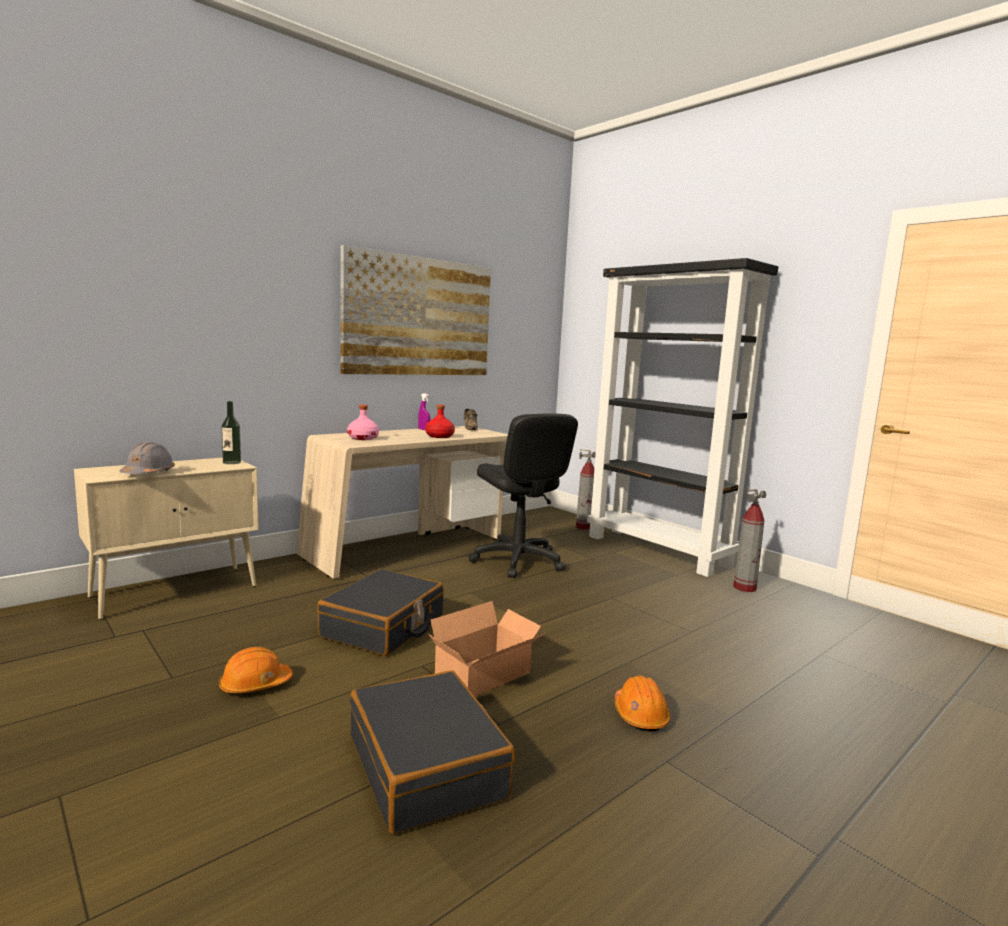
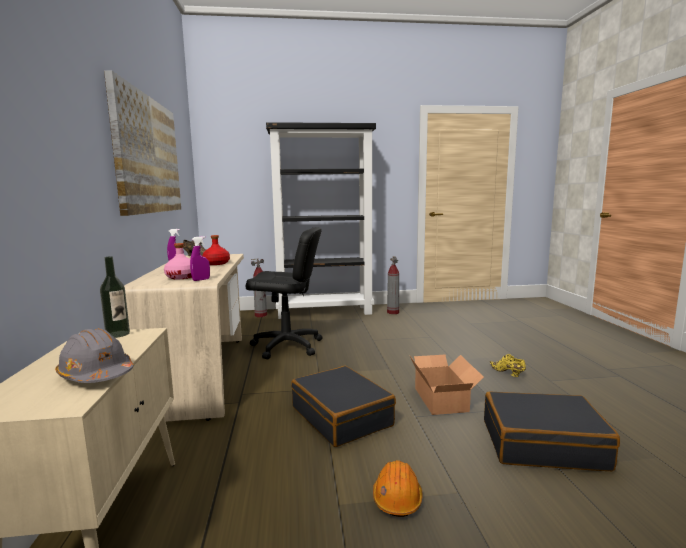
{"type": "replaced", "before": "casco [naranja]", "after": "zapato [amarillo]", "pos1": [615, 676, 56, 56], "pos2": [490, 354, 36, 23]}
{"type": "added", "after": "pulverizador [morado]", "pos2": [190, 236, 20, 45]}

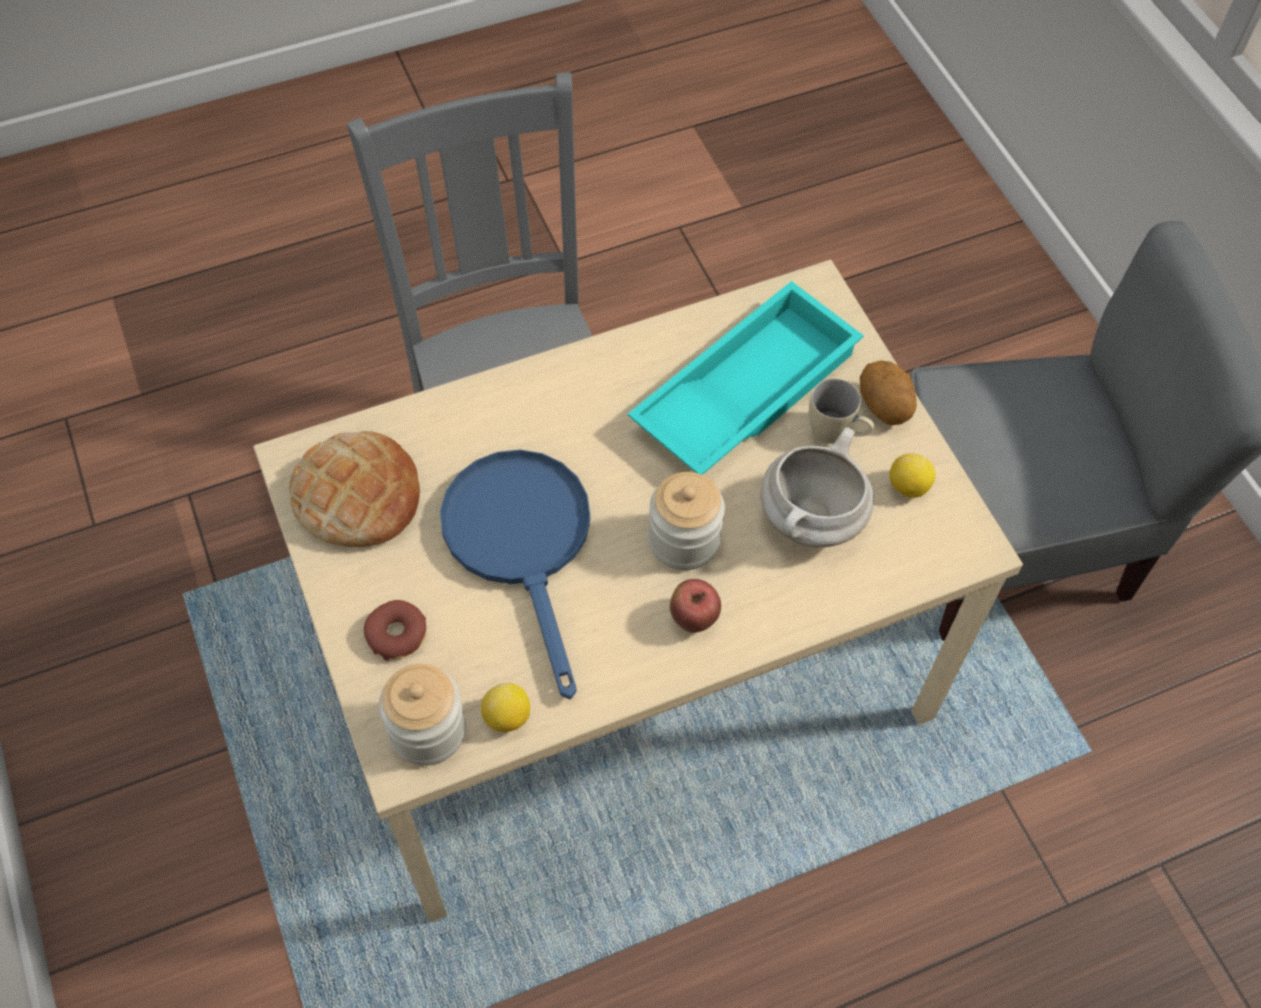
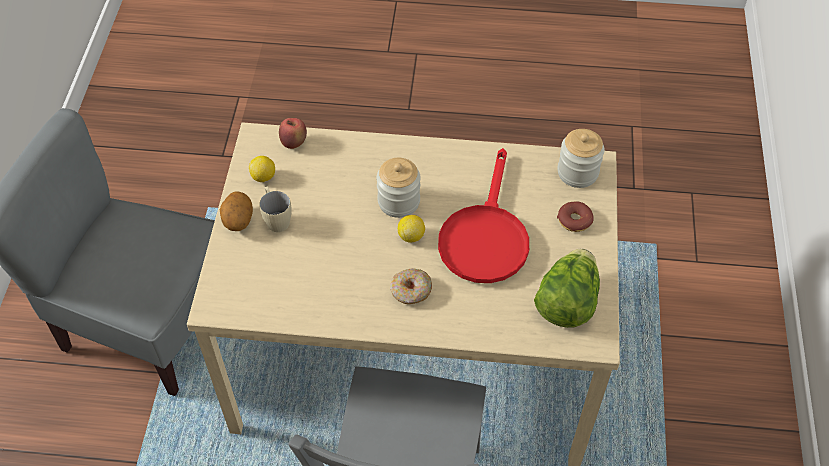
{"type": "removed", "before": "bandeja [turquesa]", "pos1": [628, 281, 236, 194]}
{"type": "removed", "before": "olla [blanco]", "pos1": [761, 427, 113, 120]}
{"type": "replaced", "before": "pan", "after": "lechuga", "pos1": [289, 431, 131, 116], "pos2": [534, 249, 66, 79]}
{"type": "recoloured", "before": "sartén [azul]", "after": "sartén [rojo]", "pos1": [440, 450, 150, 250], "pos2": [438, 148, 91, 135]}
{"type": "moved", "before": "manzana", "pos1": [670, 579, 51, 54], "pos2": [279, 118, 28, 31]}
{"type": "moved", "before": "limón", "pos1": [481, 683, 49, 49], "pos2": [398, 215, 27, 28]}
{"type": "added", "after": "rosquilla", "pos2": [390, 268, 42, 36]}

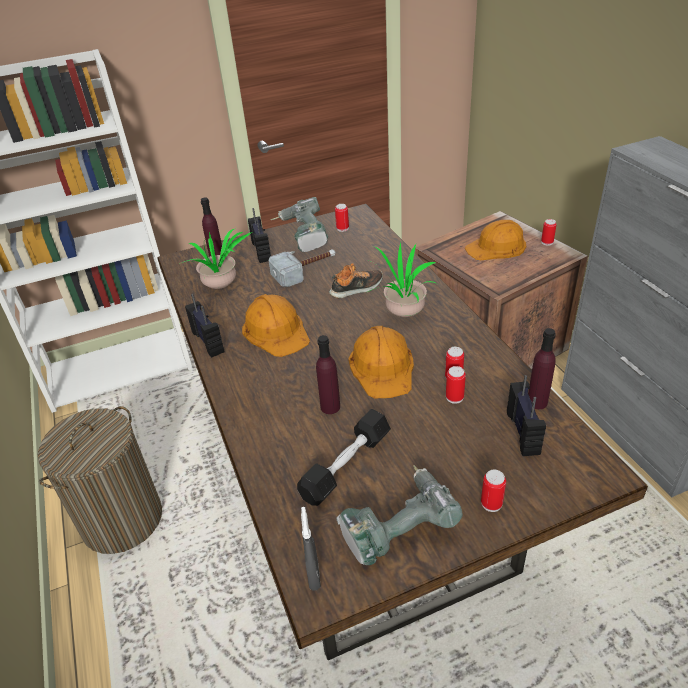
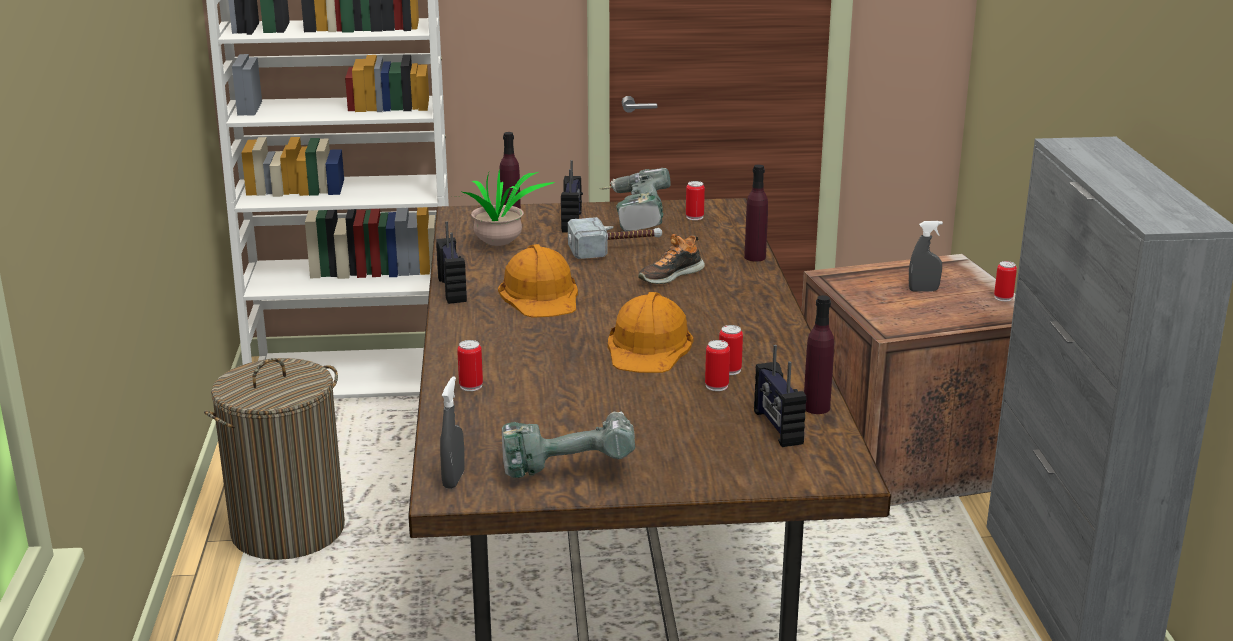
{"type": "replaced", "before": "casco [naranja]", "after": "pulverizador [gris]", "pos1": [465, 220, 61, 40], "pos2": [909, 221, 34, 71]}
{"type": "removed", "before": "planta en maceta", "pos1": [365, 242, 72, 75]}
{"type": "turned", "before": "zapato", "pos1": [329, 263, 54, 36], "pos2": [638, 234, 67, 50], "turn": 150}
{"type": "moved", "before": "botella [morado]", "pos1": [316, 335, 24, 79], "pos2": [744, 165, 24, 97]}
{"type": "turned", "before": "radio", "pos1": [507, 375, 39, 81], "pos2": [754, 345, 53, 102], "turn": 150}
{"type": "removed", "before": "mancuerna [negro]", "pos1": [297, 409, 94, 97]}
{"type": "moved", "before": "lata", "pos1": [481, 470, 25, 42], "pos2": [457, 340, 26, 51]}

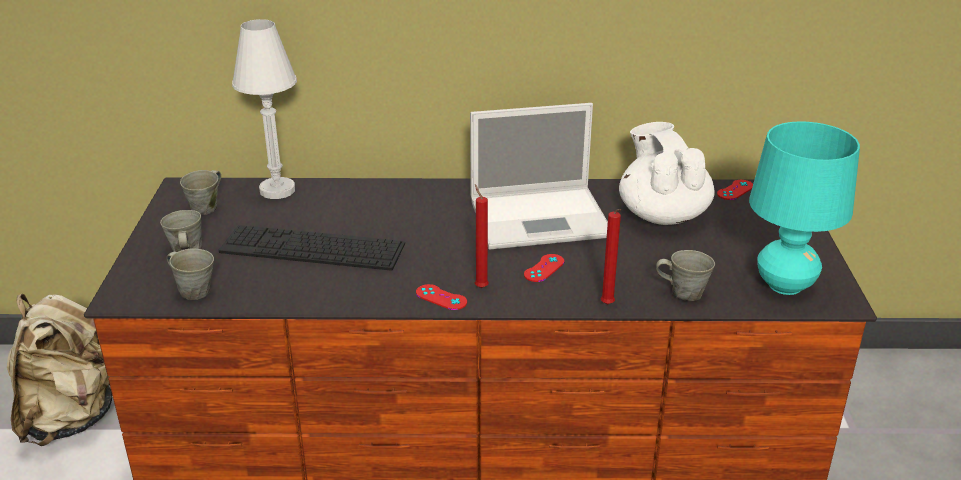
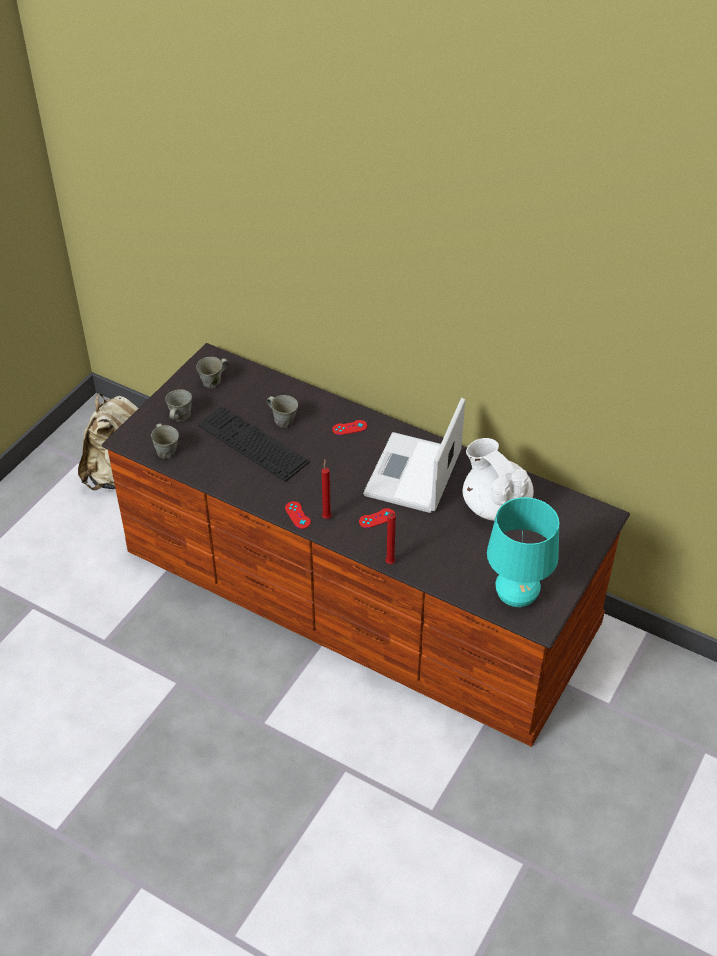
{"type": "removed", "before": "lámpara de mesa [blanco]", "pos1": [232, 19, 65, 180]}
{"type": "turned", "before": "portátil", "pos1": [470, 103, 138, 147], "pos2": [363, 398, 102, 115], "turn": 90}
{"type": "turned", "before": "tetera [blanco]", "pos1": [619, 122, 96, 103], "pos2": [463, 438, 71, 83], "turn": -45}
{"type": "moved", "before": "mando de consola [rojo]", "pos1": [717, 180, 36, 20], "pos2": [332, 420, 36, 15]}
{"type": "moved", "before": "taza grande [gris]", "pos1": [656, 250, 59, 51], "pos2": [267, 395, 31, 33]}

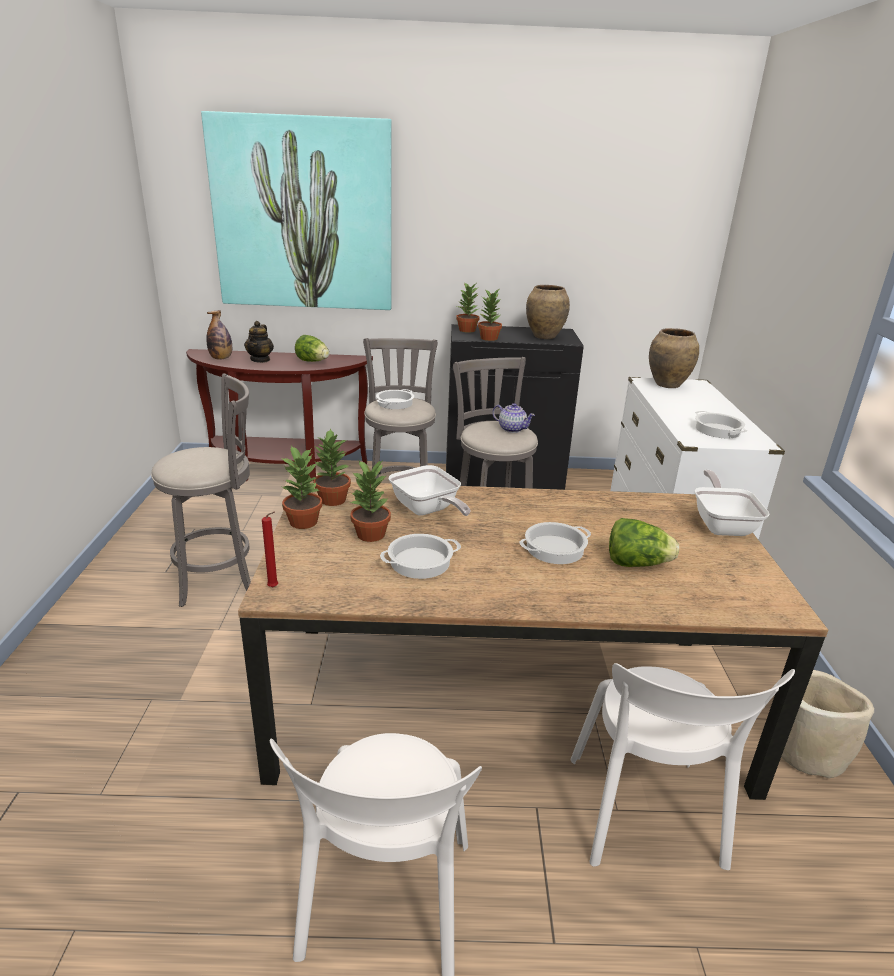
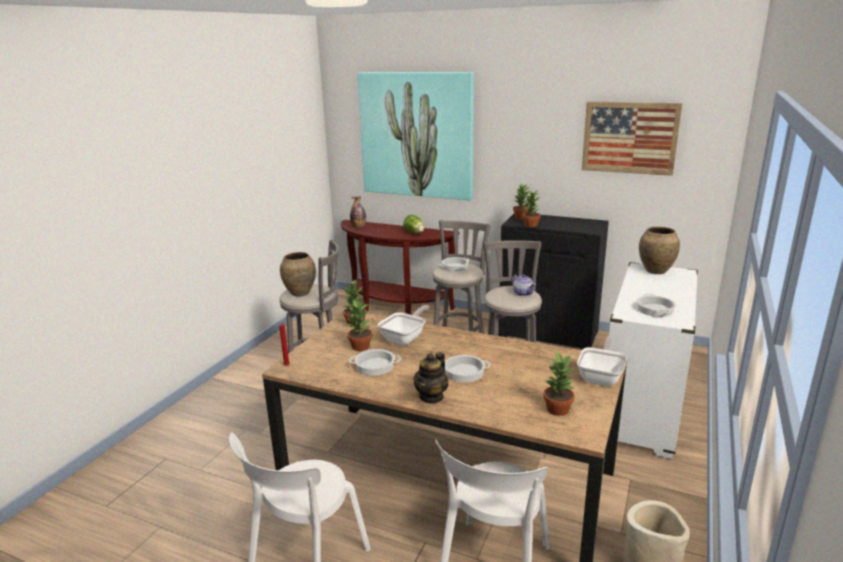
{"type": "moved", "before": "florero [marrón]", "pos1": [526, 285, 44, 54], "pos2": [280, 252, 36, 45]}
{"type": "moved", "before": "tetera", "pos1": [244, 321, 30, 42], "pos2": [413, 352, 36, 52]}
{"type": "moved", "before": "planta en maceta", "pos1": [281, 446, 41, 83], "pos2": [543, 351, 32, 65]}
{"type": "turned", "before": "sartén", "pos1": [389, 465, 82, 51], "pos2": [378, 305, 52, 41], "turn": -135}
{"type": "removed", "before": "lechuga", "pos1": [609, 518, 70, 49]}
{"type": "added", "after": "cuadro", "pos2": [582, 101, 101, 75]}

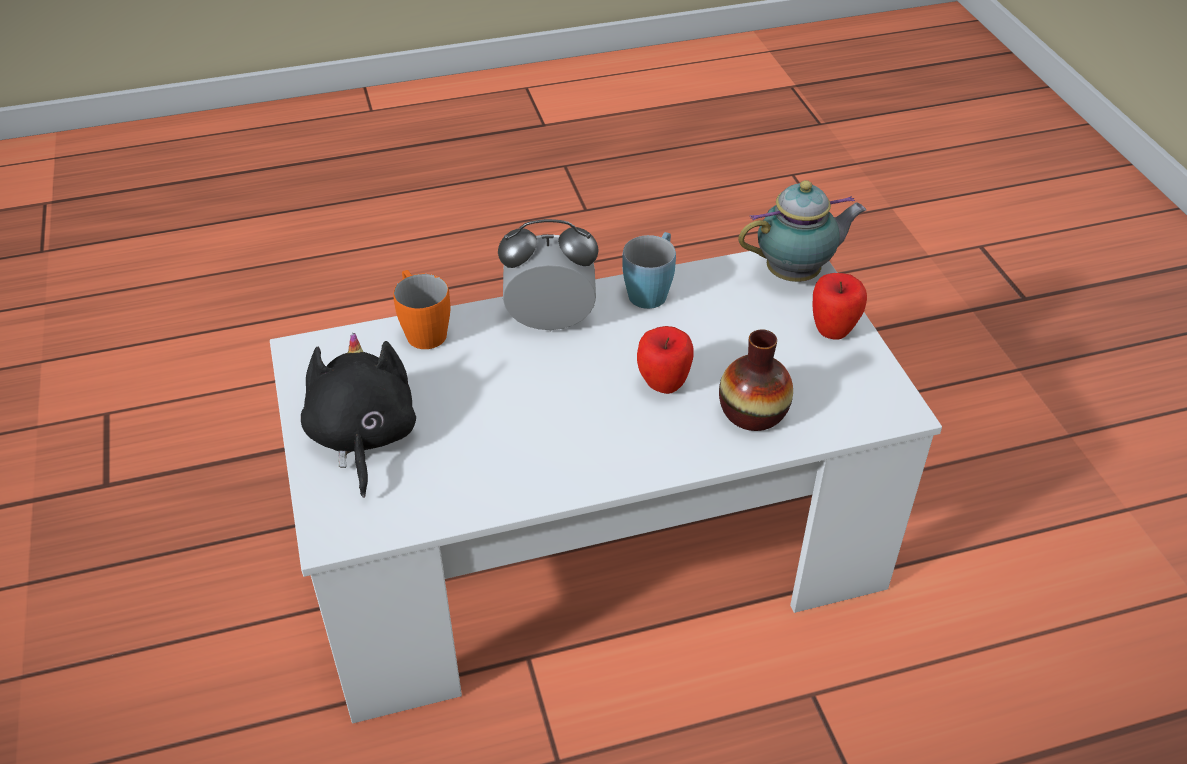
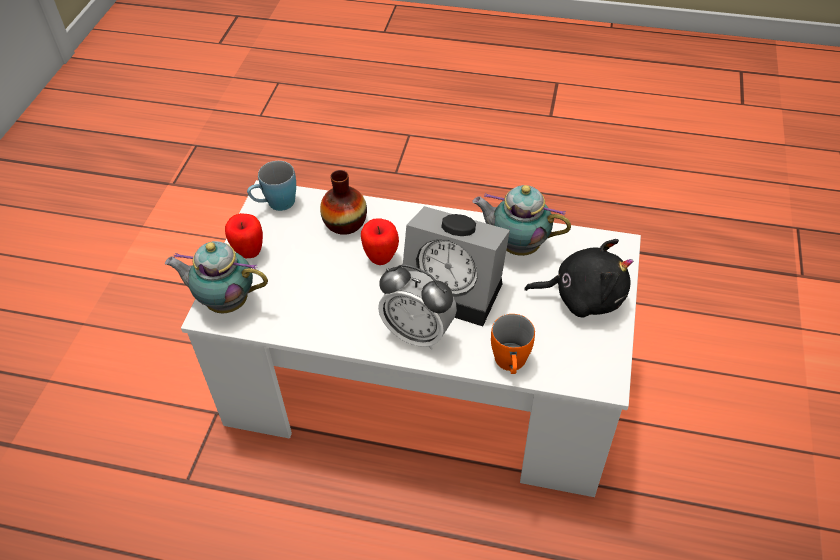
{"type": "moved", "before": "taza grande [azul]", "pos1": [622, 232, 54, 77], "pos2": [247, 161, 49, 50]}
{"type": "turned", "before": "peluche [negro]", "pos1": [301, 333, 115, 165], "pos2": [524, 239, 109, 79], "turn": -105}
{"type": "added", "after": "tetera", "pos2": [472, 185, 99, 71]}
{"type": "added", "after": "despertador", "pos2": [403, 206, 107, 120]}

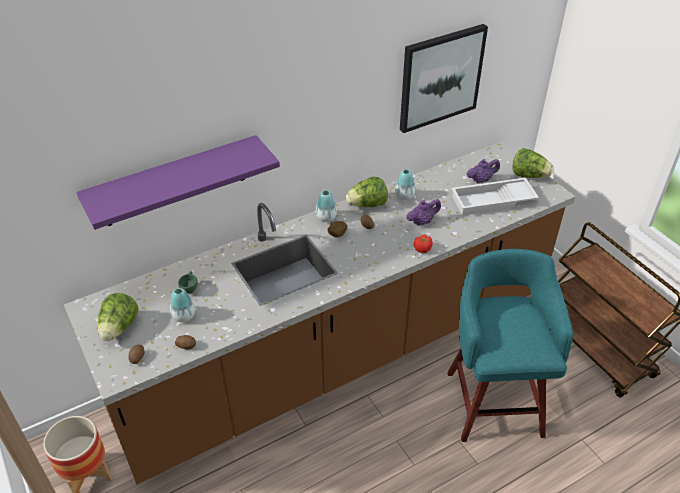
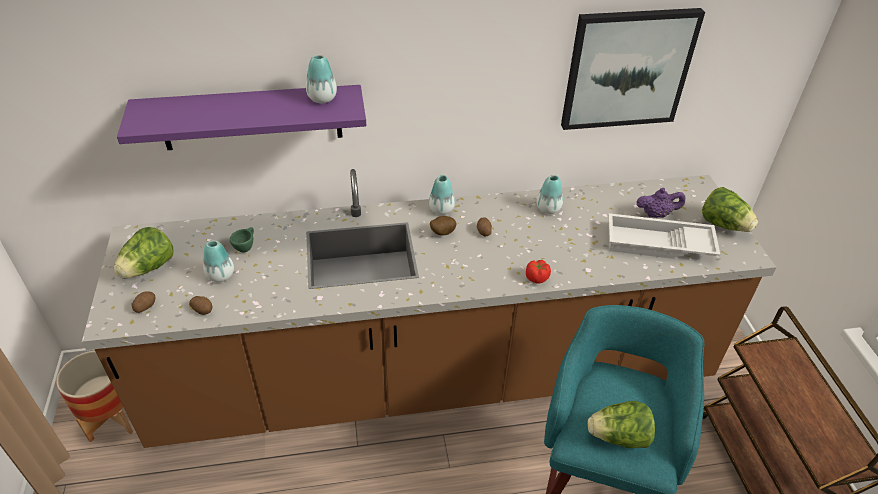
{"type": "moved", "before": "lechuga", "pos1": [346, 177, 42, 30], "pos2": [588, 401, 67, 47]}
{"type": "removed", "before": "tetera [morado]", "pos1": [406, 199, 35, 27]}
{"type": "added", "after": "florero", "pos2": [306, 55, 31, 48]}

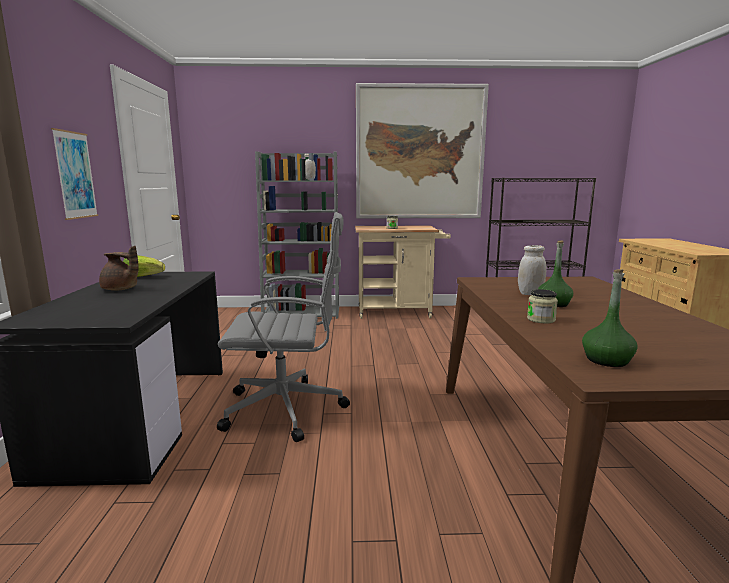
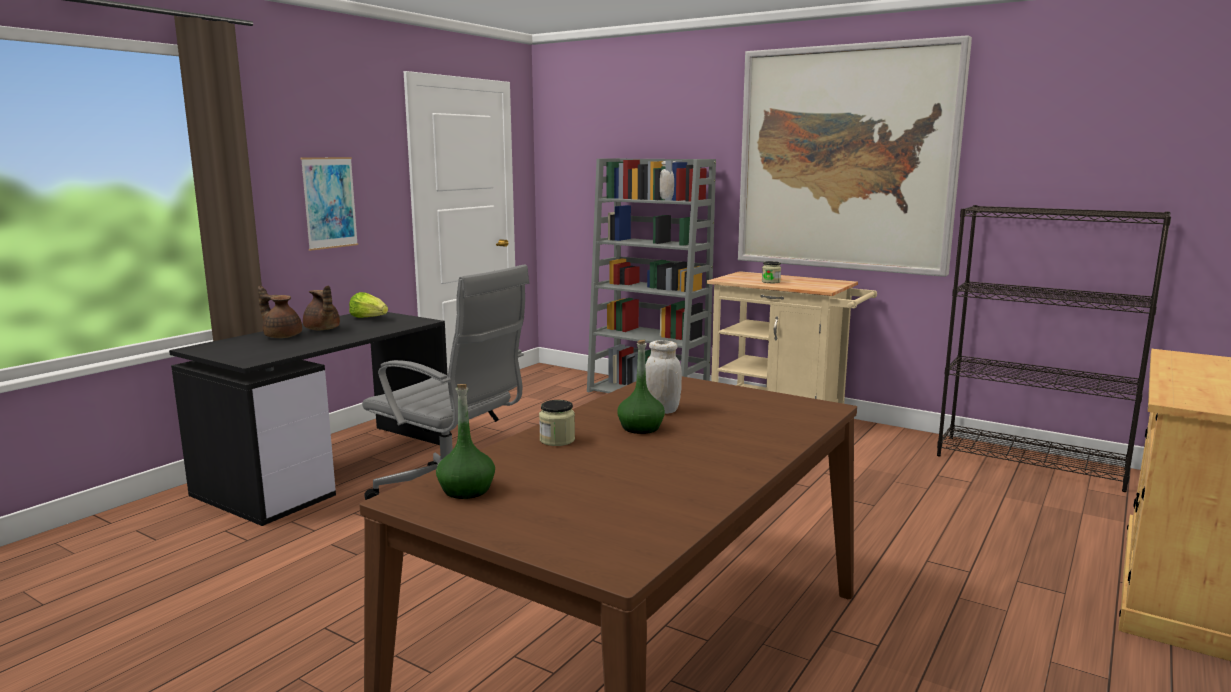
{"type": "added", "after": "tetera [marrón]", "pos2": [258, 286, 44, 52]}

